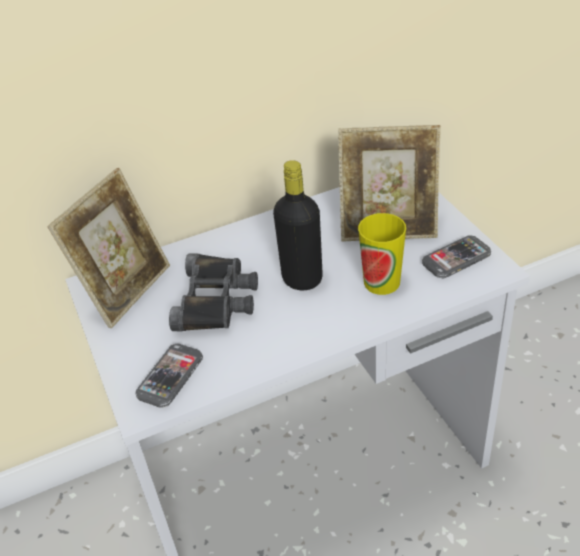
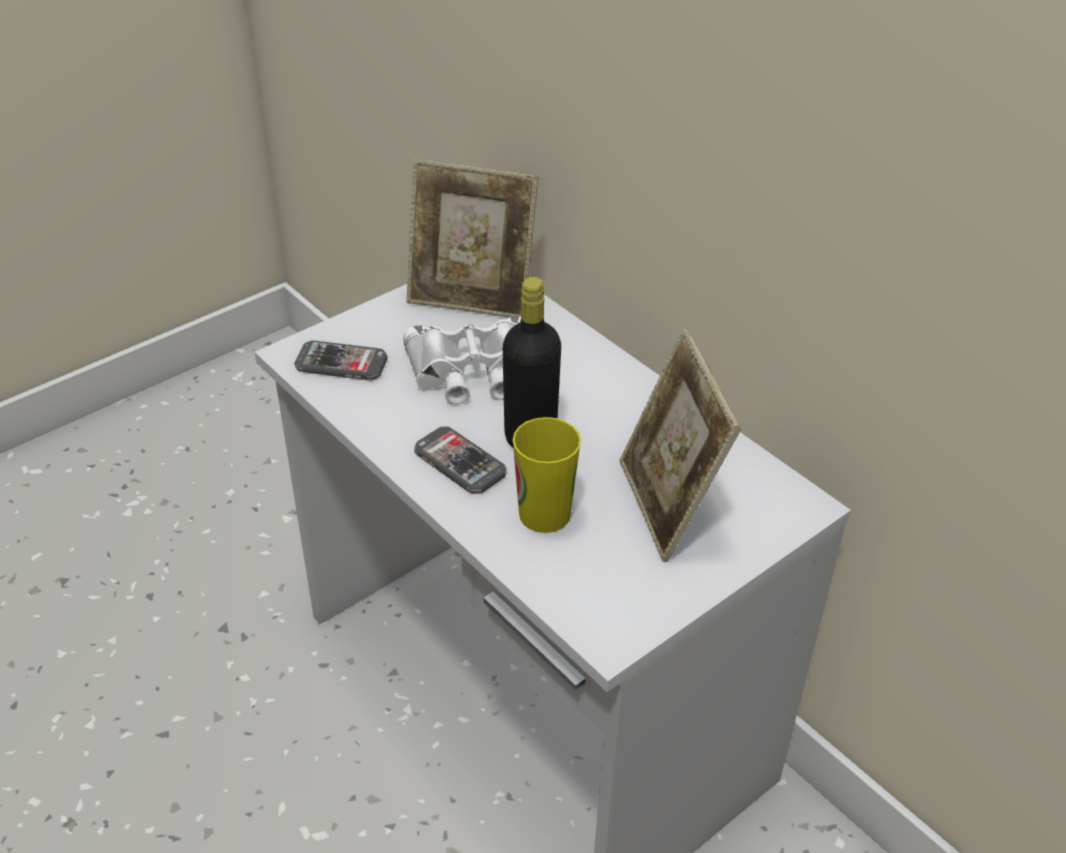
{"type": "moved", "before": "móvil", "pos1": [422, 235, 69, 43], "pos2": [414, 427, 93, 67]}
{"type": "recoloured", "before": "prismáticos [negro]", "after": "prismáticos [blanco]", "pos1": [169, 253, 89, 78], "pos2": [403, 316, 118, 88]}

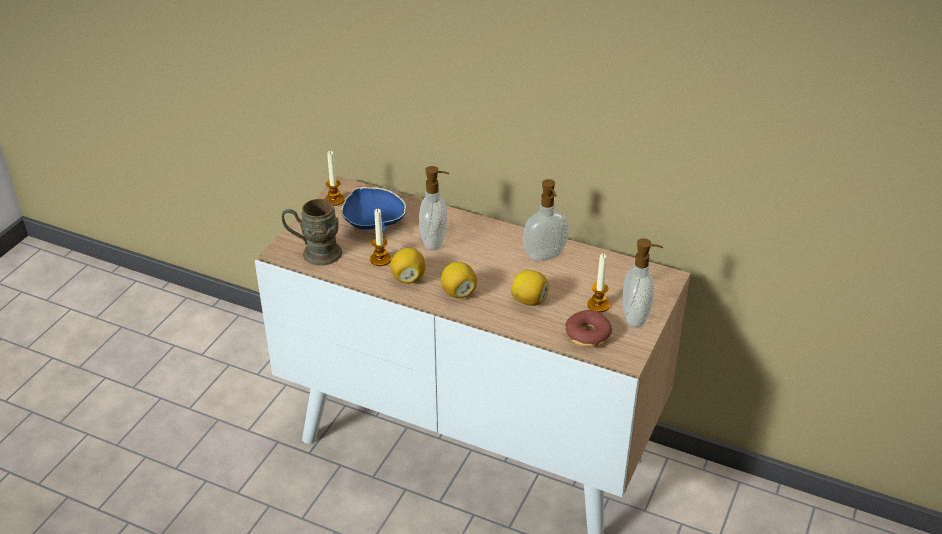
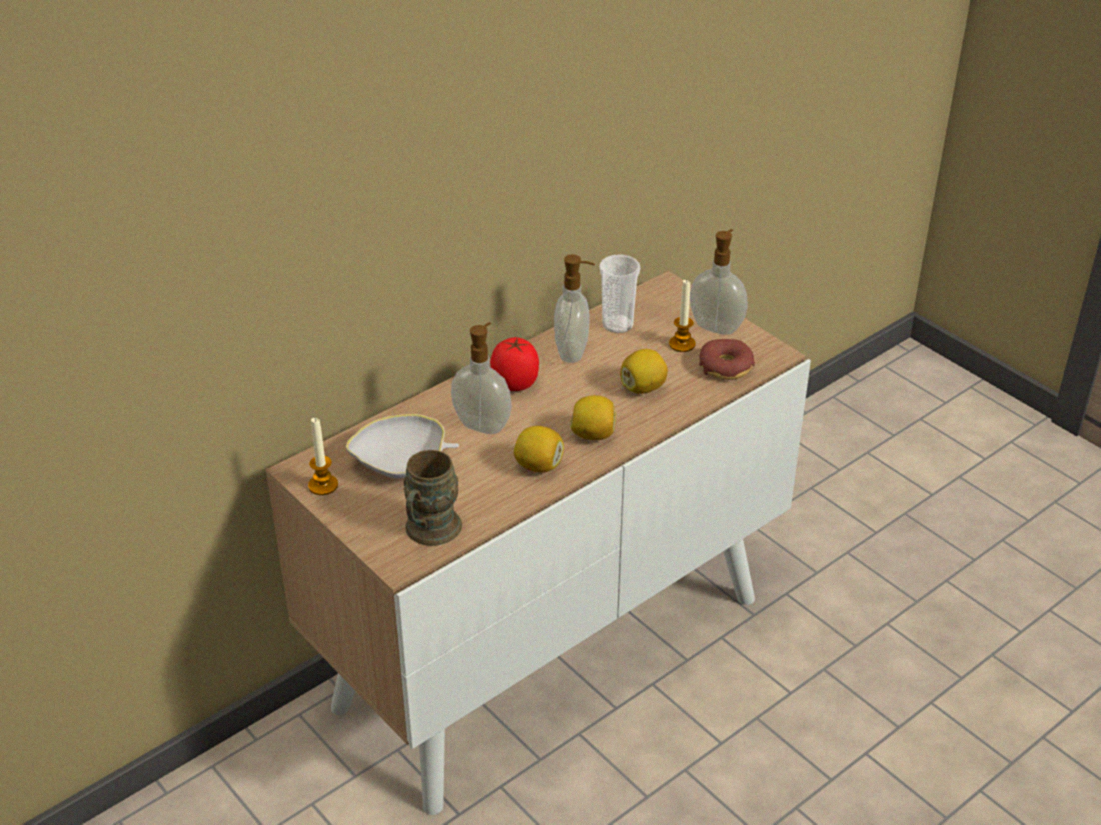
{"type": "recoloured", "before": "cuenco [azul]", "after": "cuenco [blanco]", "pos1": [341, 187, 65, 44], "pos2": [346, 414, 113, 64]}
{"type": "removed", "before": "vela", "pos1": [370, 209, 21, 57]}
{"type": "added", "after": "taza", "pos2": [599, 254, 41, 79]}
{"type": "added", "after": "tomate", "pos2": [490, 337, 49, 54]}

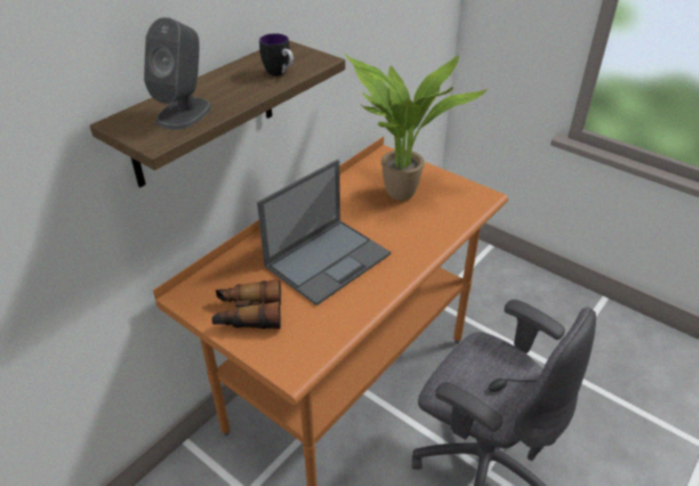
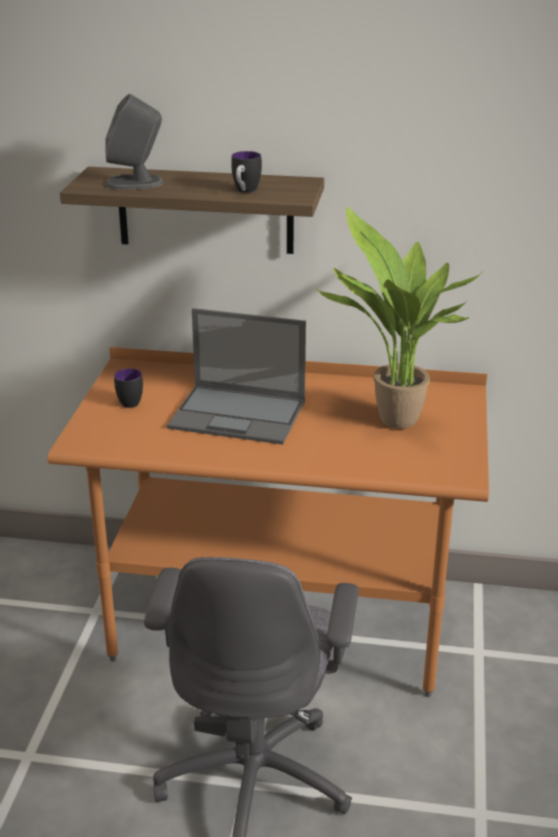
{"type": "replaced", "before": "prismáticos", "after": "taza grande", "pos1": [212, 279, 69, 50], "pos2": [114, 368, 29, 40]}

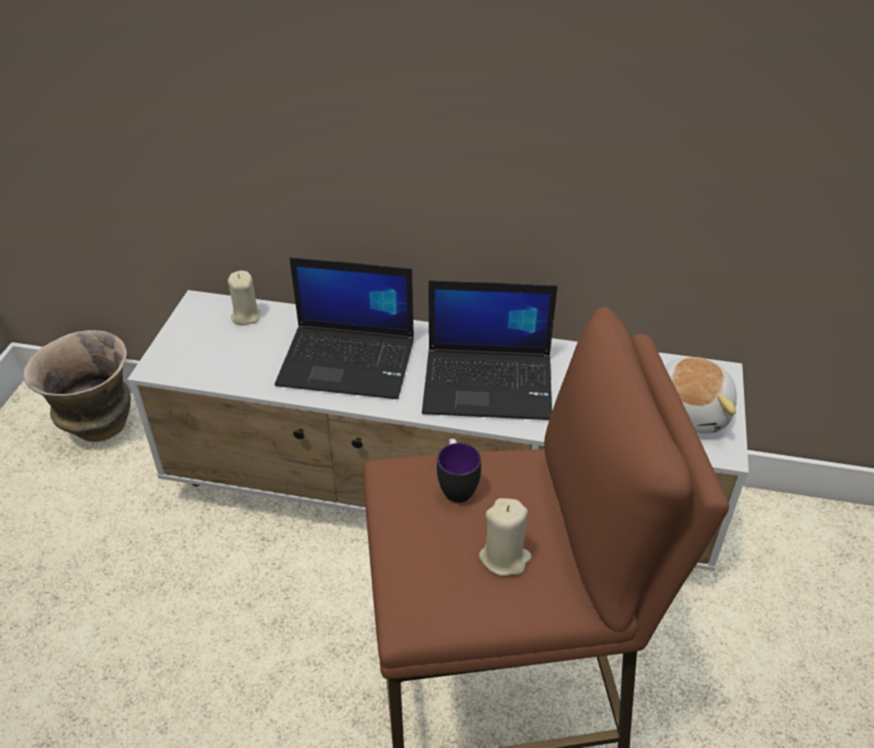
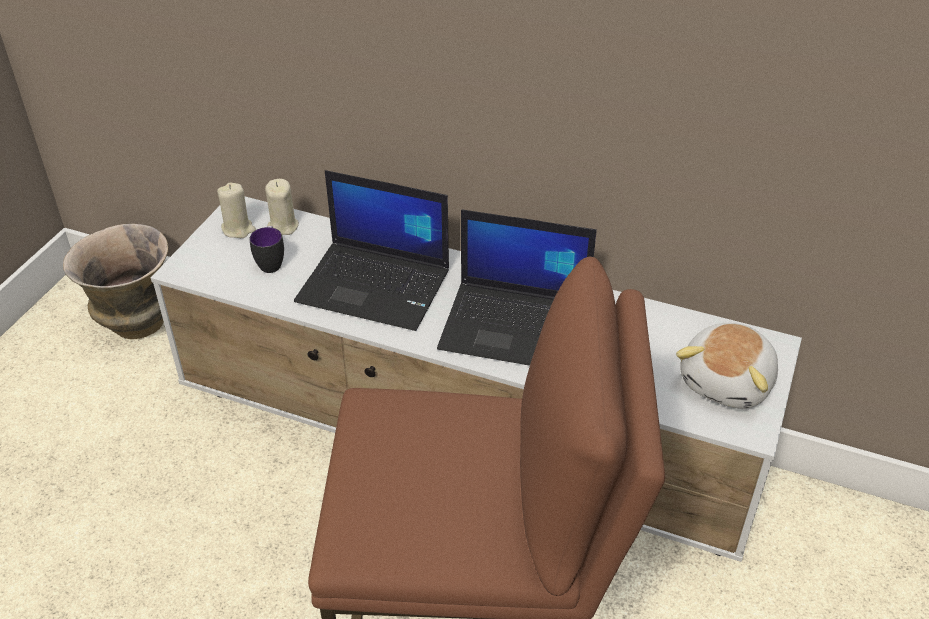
{"type": "moved", "before": "taza grande", "pos1": [437, 439, 44, 64], "pos2": [250, 226, 34, 47]}
{"type": "moved", "before": "vela [beis]", "pos1": [479, 498, 52, 78], "pos2": [217, 183, 39, 55]}

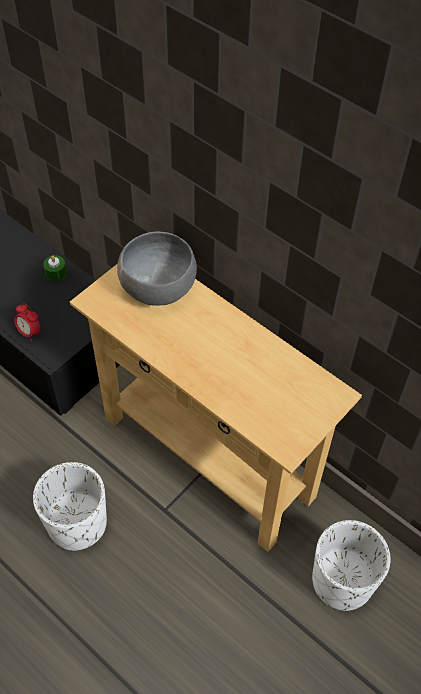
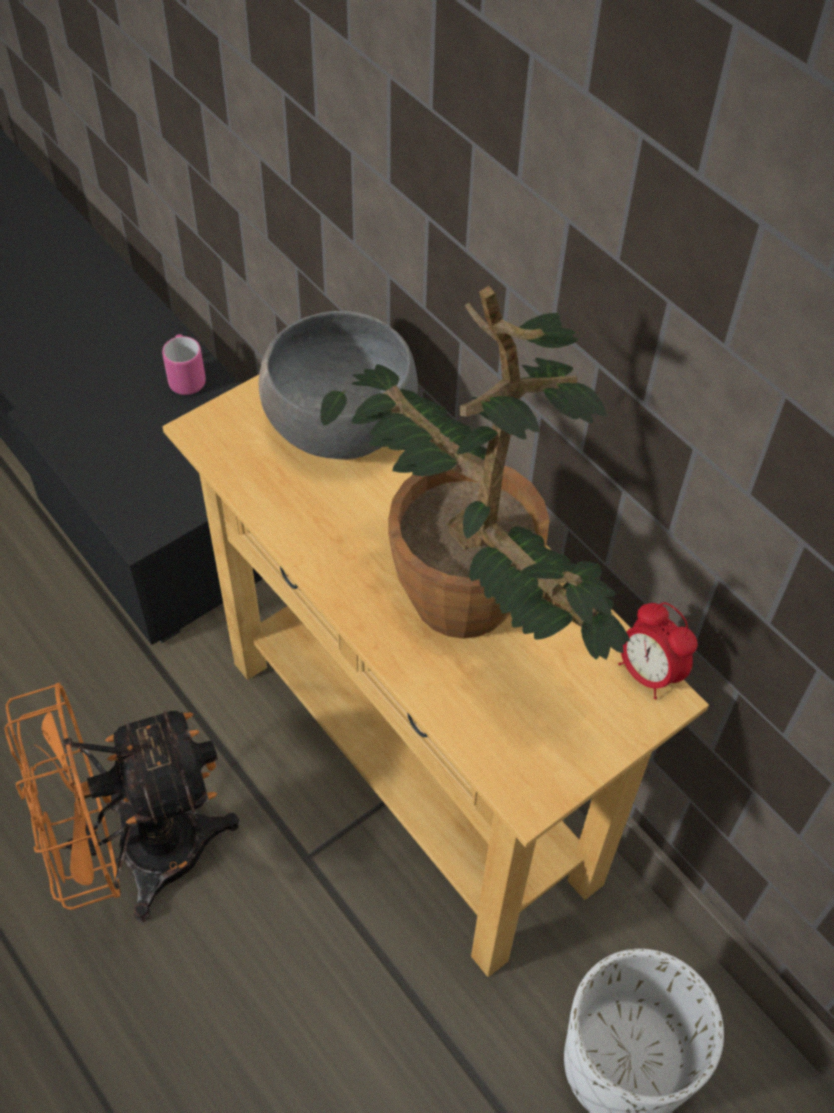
{"type": "replaced", "before": "vela [verde]", "after": "taza grande [rosa]", "pos1": [43, 255, 24, 26], "pos2": [162, 334, 44, 61]}
{"type": "moved", "before": "despertador", "pos1": [14, 303, 26, 39], "pos2": [618, 602, 80, 97]}
{"type": "replaced", "before": "maceta [blanco]", "after": "ventilador [naranja]", "pos1": [33, 462, 74, 89], "pos2": [4, 683, 236, 240]}
{"type": "added", "after": "planta en maceta", "pos2": [321, 286, 309, 374]}

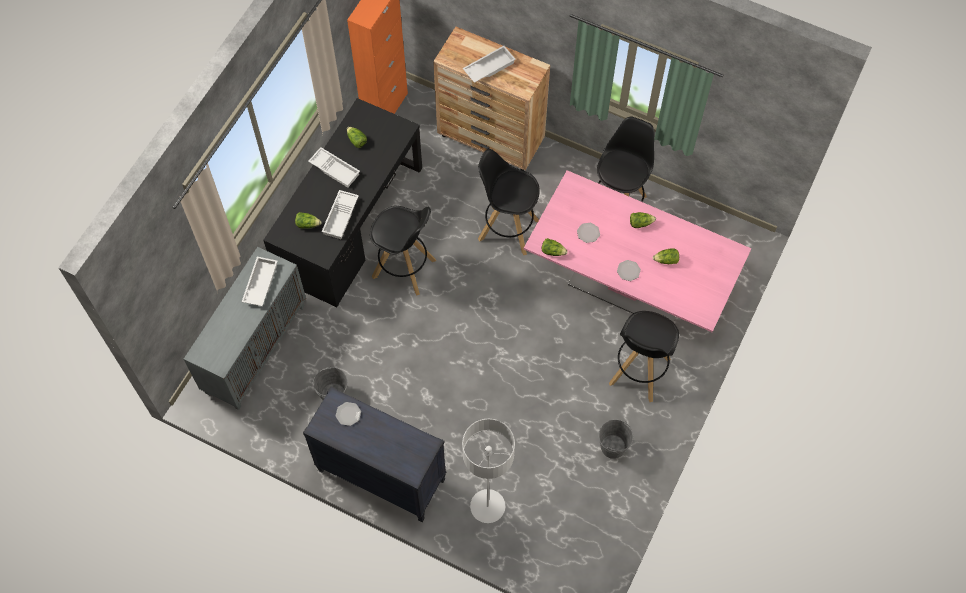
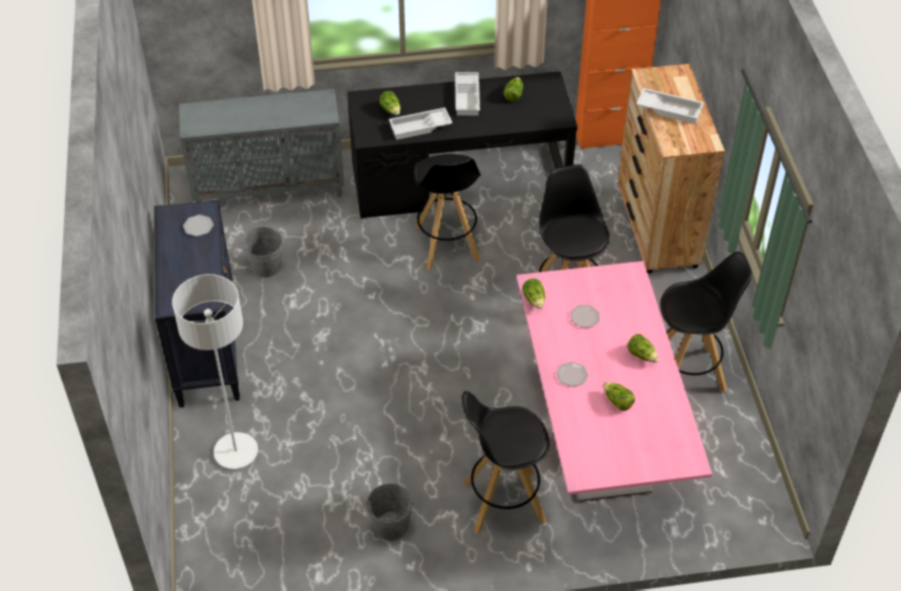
{"type": "removed", "before": "bandeja [blanco]", "pos1": [242, 257, 35, 49]}

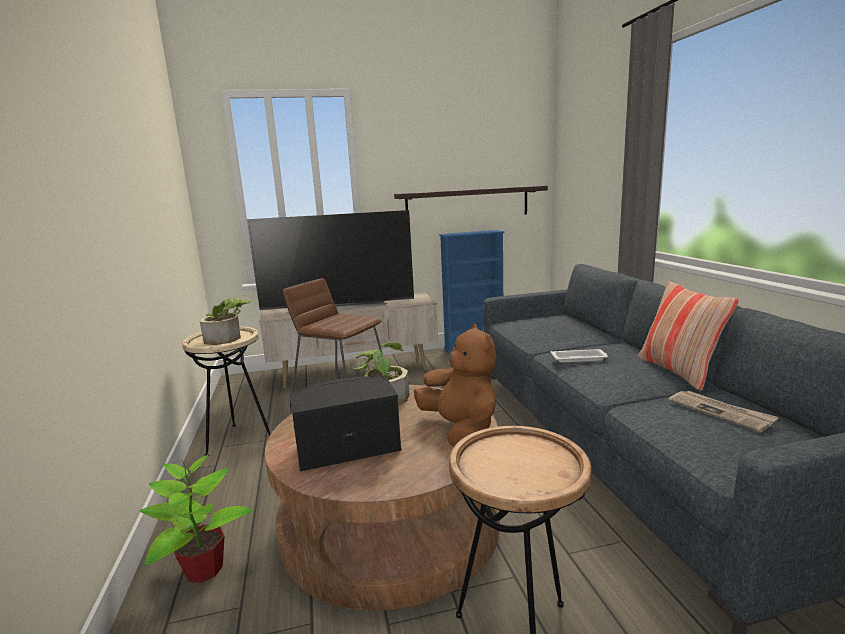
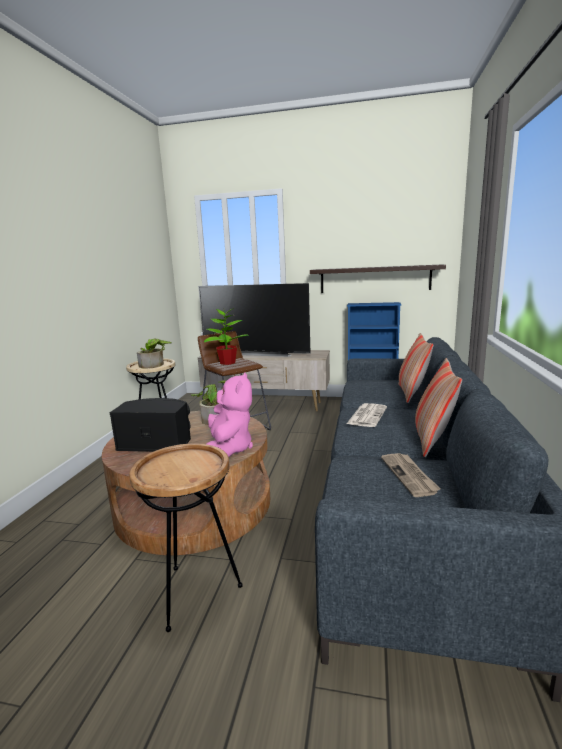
{"type": "recoloured", "before": "peluche [marrón]", "after": "peluche [rosa]", "pos1": [414, 324, 82, 123], "pos2": [206, 373, 47, 84]}
{"type": "replaced", "before": "bandeja [blanco]", "after": "periódico", "pos1": [550, 349, 58, 13], "pos2": [347, 403, 40, 24]}
{"type": "moved", "before": "planta en maceta", "pos1": [140, 455, 113, 128], "pos2": [204, 308, 44, 57]}
{"type": "added", "after": "cojín", "pos2": [398, 333, 36, 70]}

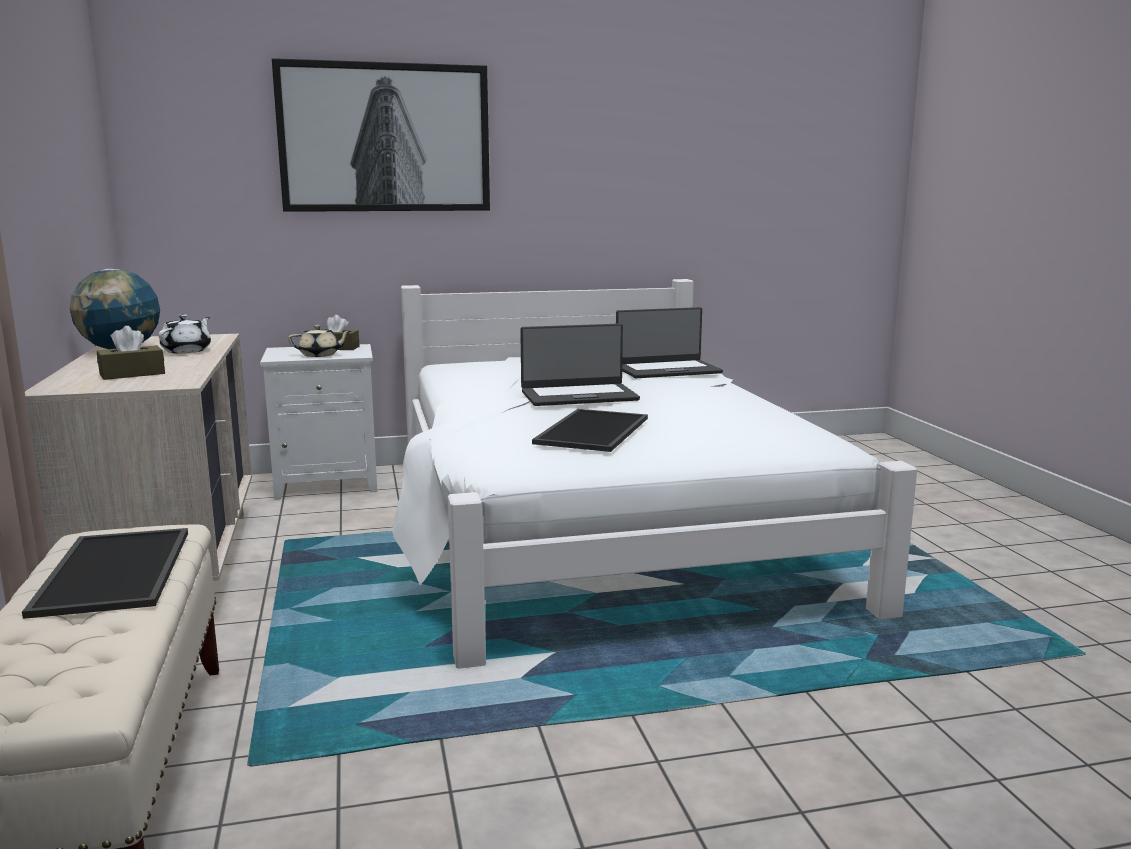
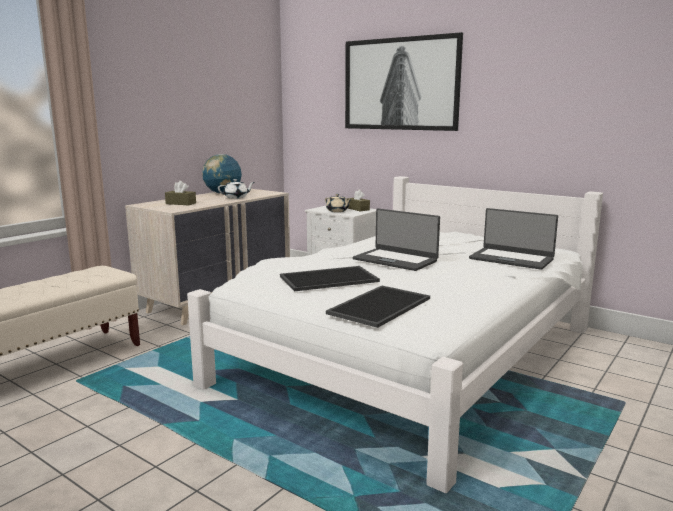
{"type": "moved", "before": "bandeja", "pos1": [22, 528, 166, 91], "pos2": [326, 286, 104, 42]}

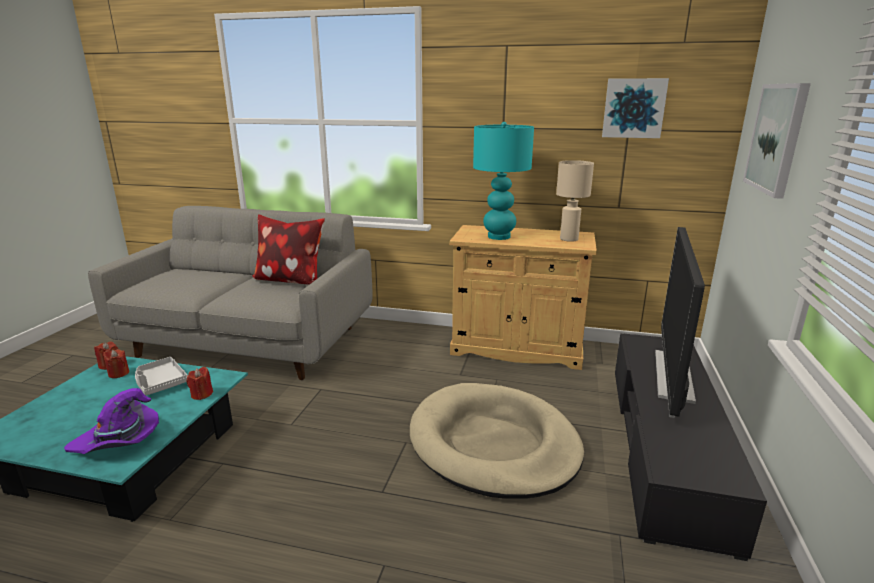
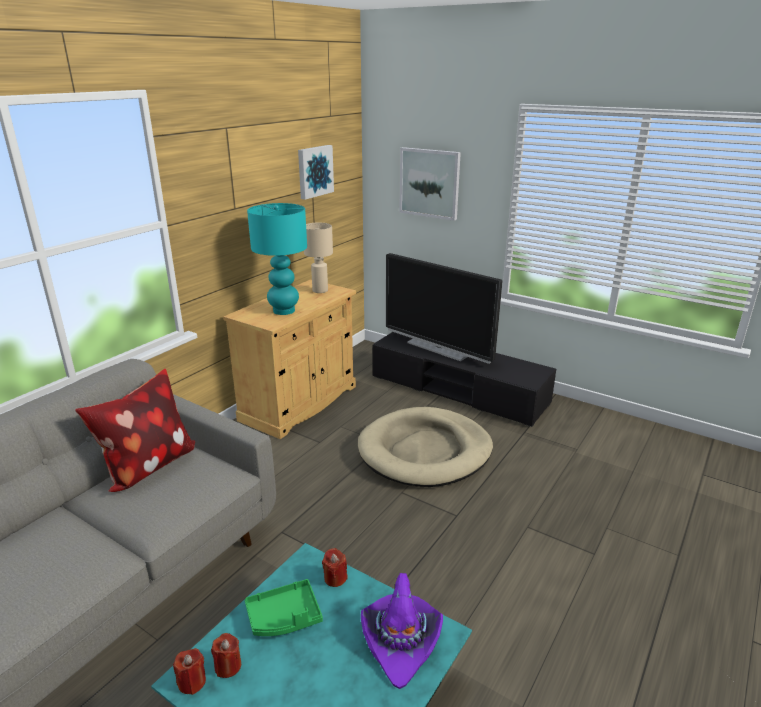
{"type": "recoloured", "before": "bandeja [gris]", "after": "bandeja [verde]", "pos1": [135, 357, 53, 38], "pos2": [245, 579, 78, 57]}

